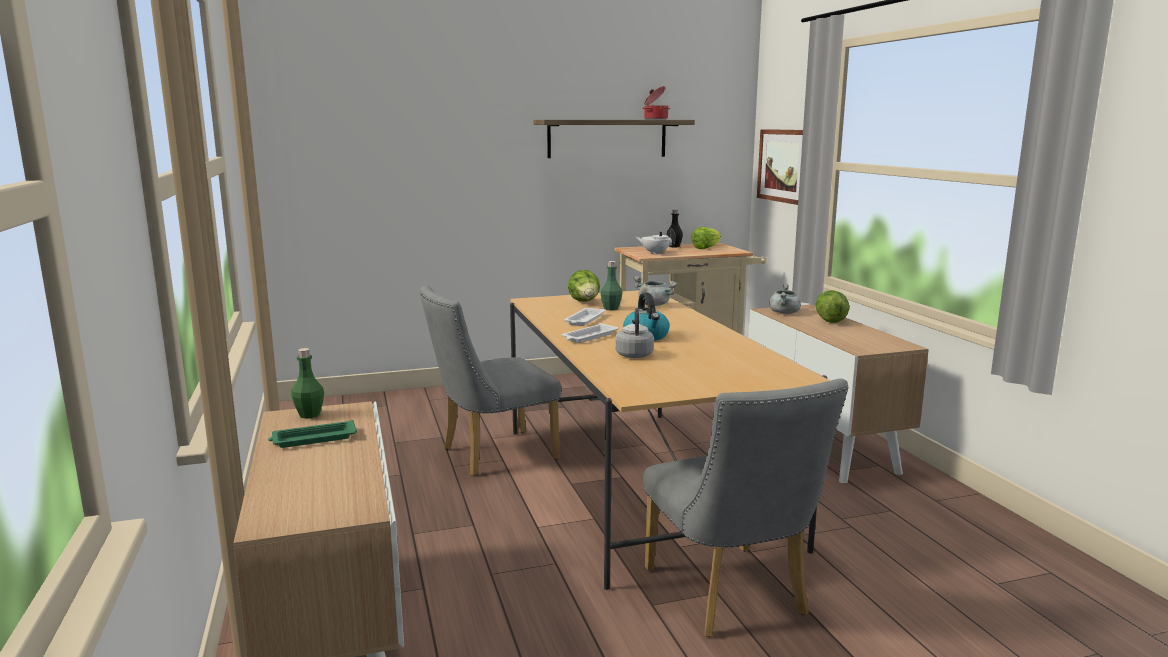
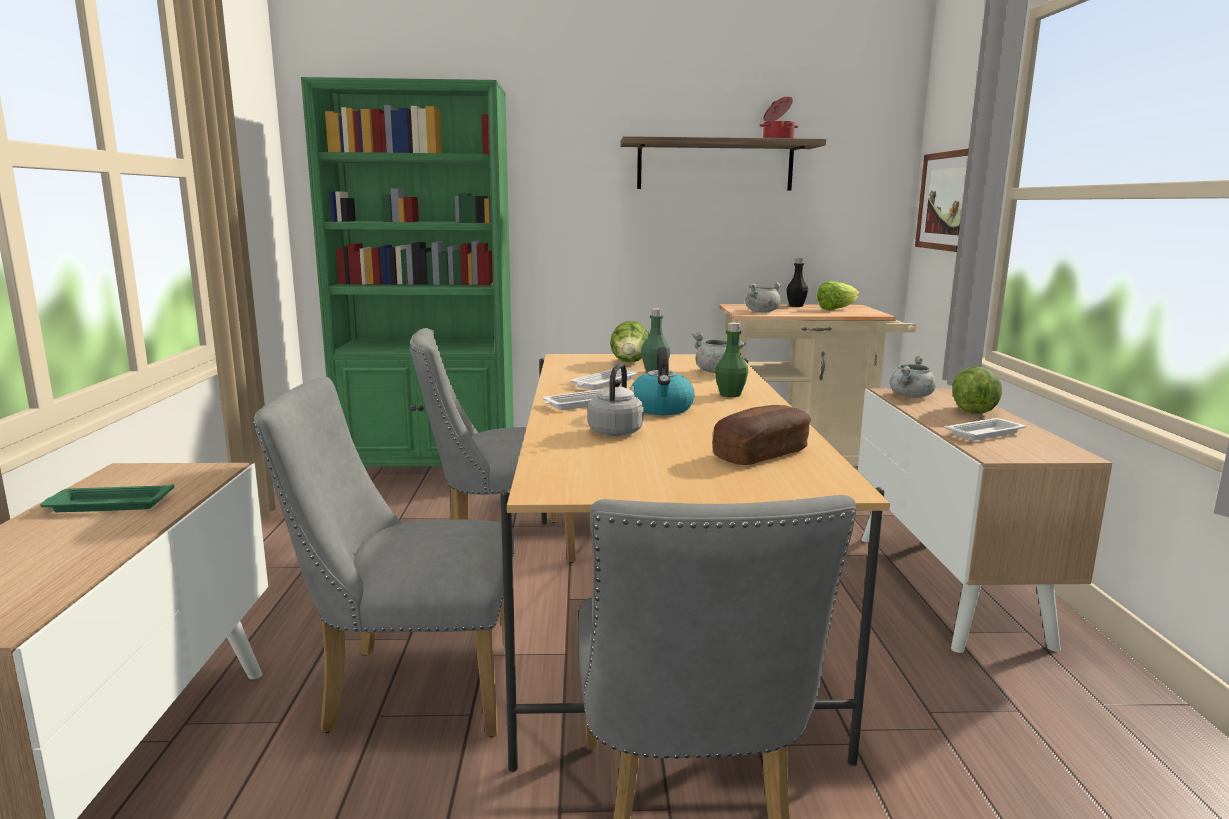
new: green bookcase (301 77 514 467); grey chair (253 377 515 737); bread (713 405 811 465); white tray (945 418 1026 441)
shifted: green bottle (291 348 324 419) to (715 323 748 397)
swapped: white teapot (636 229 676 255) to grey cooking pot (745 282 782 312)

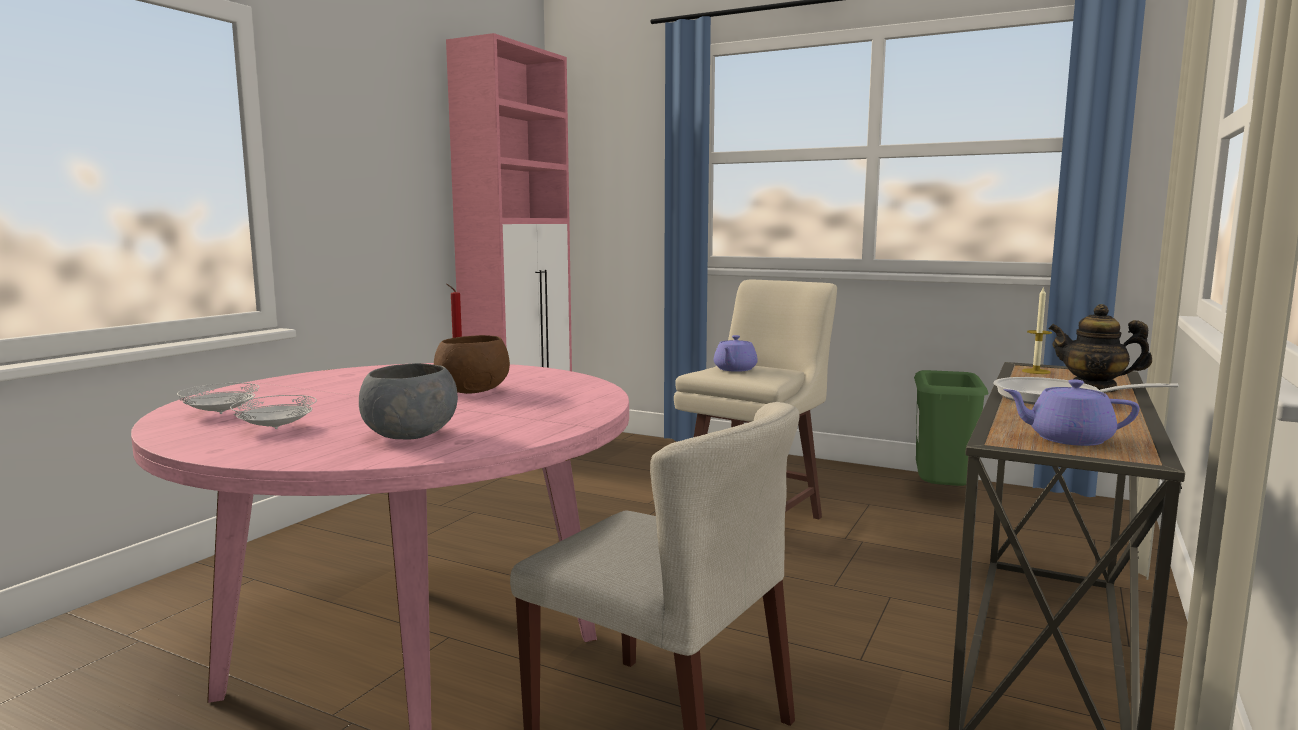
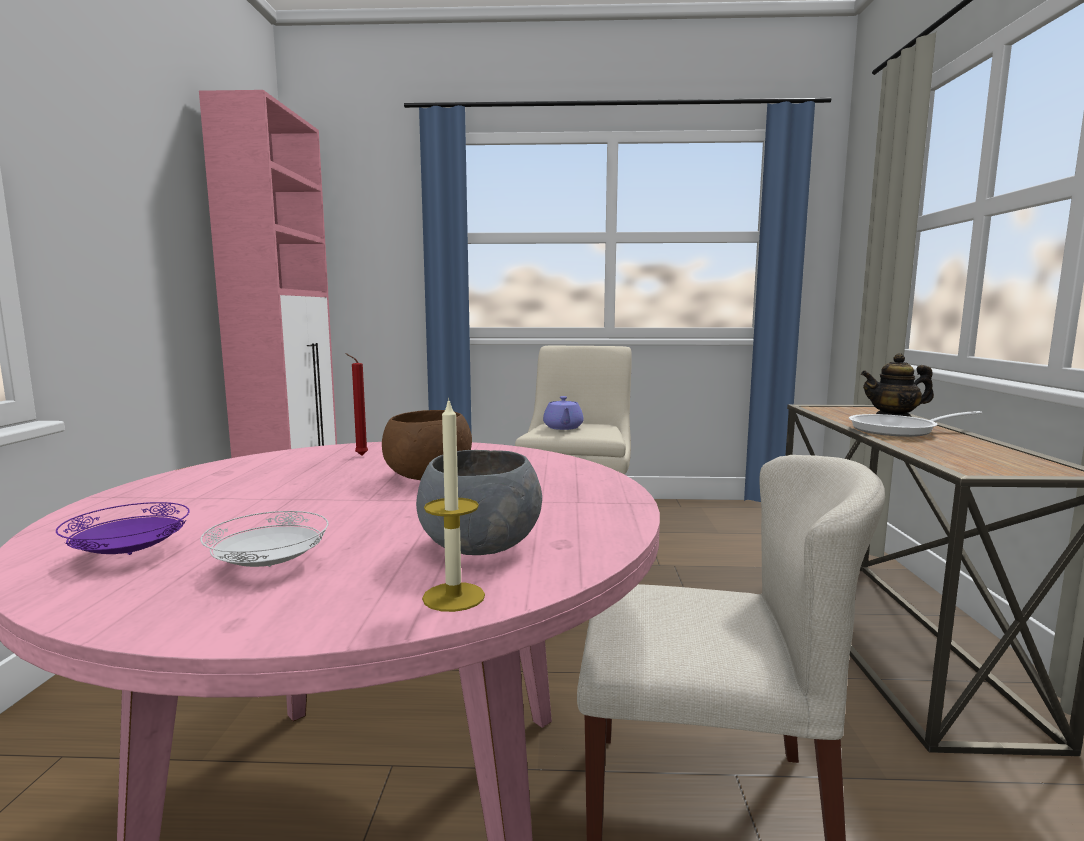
gone: green trash can (914 370 988 486); purple teapot (1003 379 1139 446)
shifted: candle (1022 286 1052 374) to (422 397 485 612)
repainted: white plate (177 383 259 414) to purple plate (56 502 190 555)

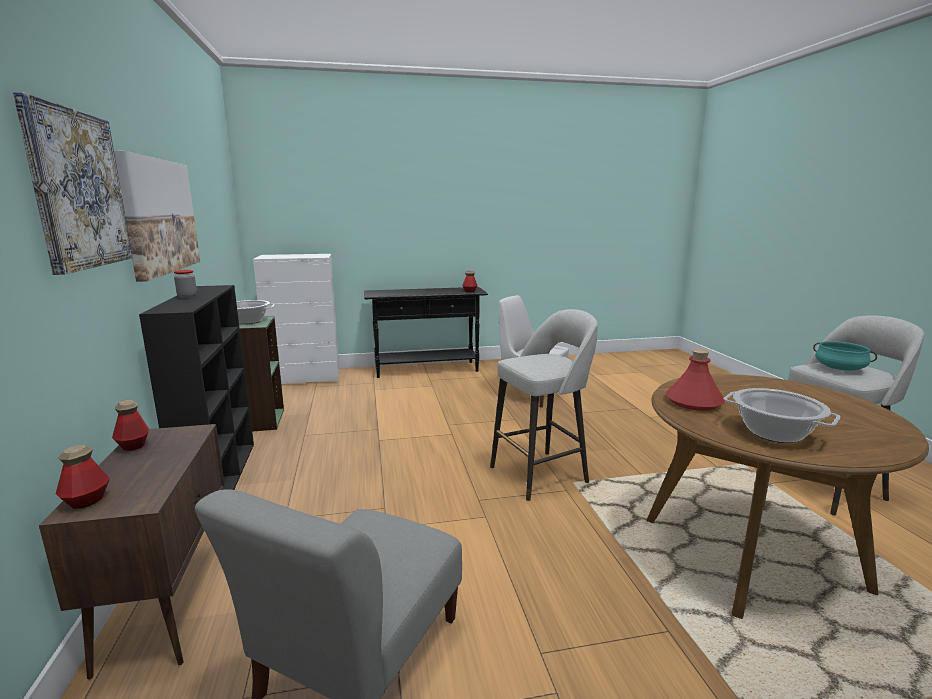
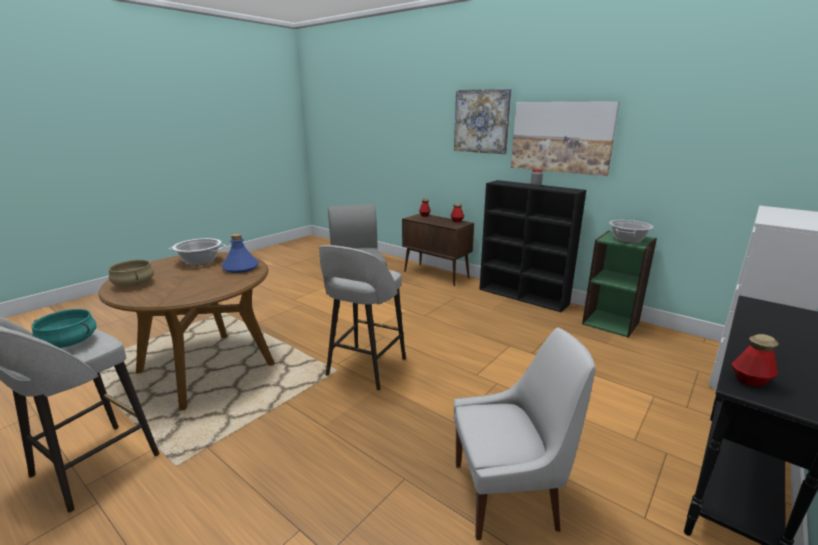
new: beige cooking pot (109 260 154 287)
repainted: red bottle (666 349 725 411) to blue bottle (221 234 259 273)

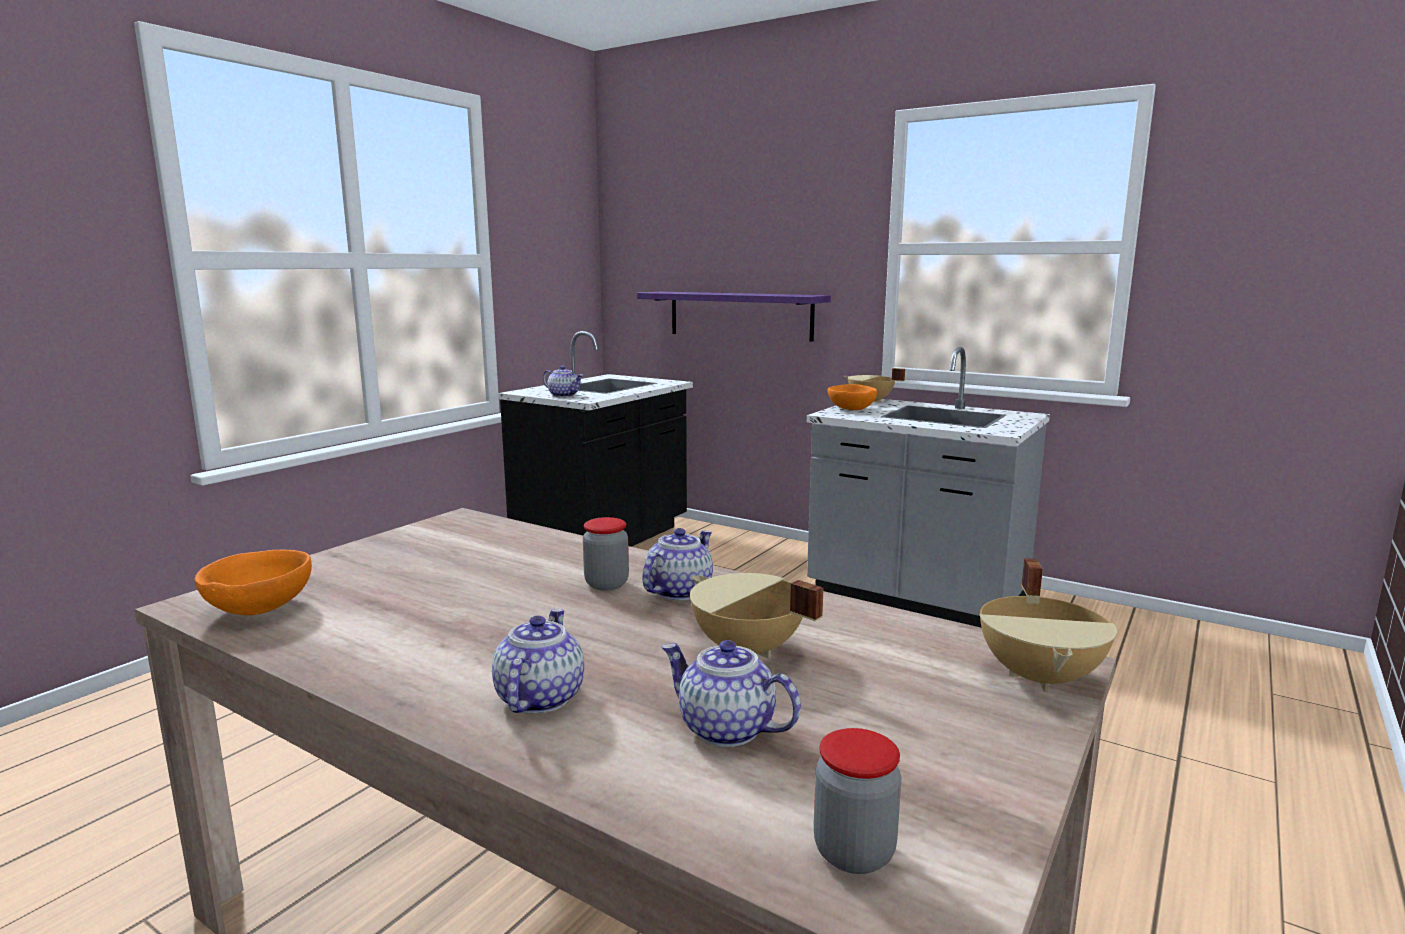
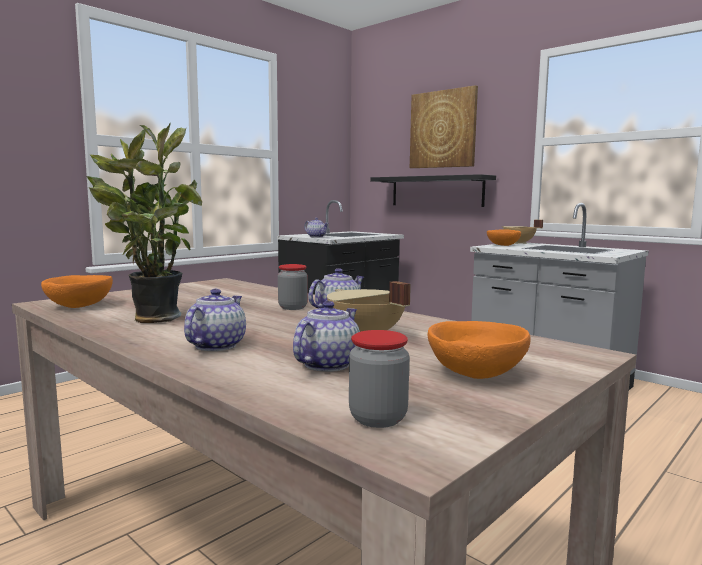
gone: beige cooking pot (979 558 1117 692)
new: picture (410 85 478 168); potted plant (86 122 202 323); orange bowl (428 321 531 379)
repainted: purple shelf (637 292 831 342) to black shelf (370 174 496 207)
rotated: teapot (661 640 801 747) = (293 301 360 372) 75 degrees clockwise

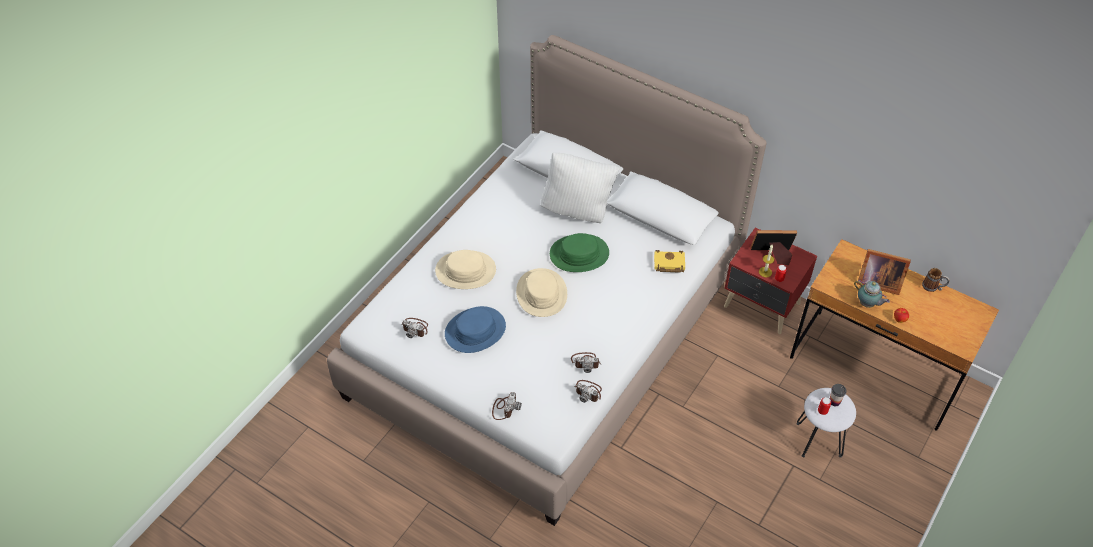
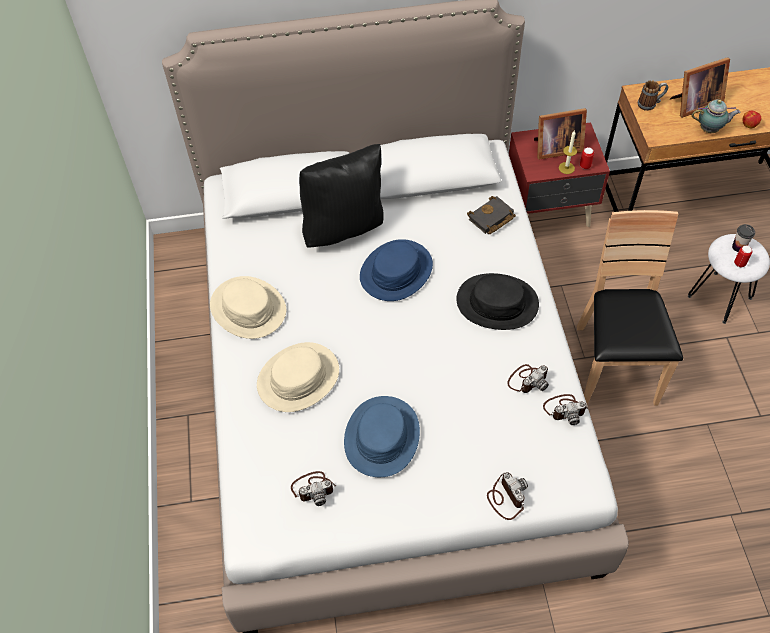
new: brown chair (577 210 683 406); black hat (456 273 539 330)
shifted: beige hat (516 268 567 317) to (210 276 286 339); mug (922 268 950 292) to (638 80 668 111)
repainted: white pillow (540 152 620 223) to black pillow (299 144 383 248); green hat (550 233 609 272) to blue hat (360 239 433 301); yellow book (654 250 685 272) to black book (467 196 516 234)
rotated: picture frame (750 230 797 265) = (534 108 587 160) 150 degrees counterclockwise

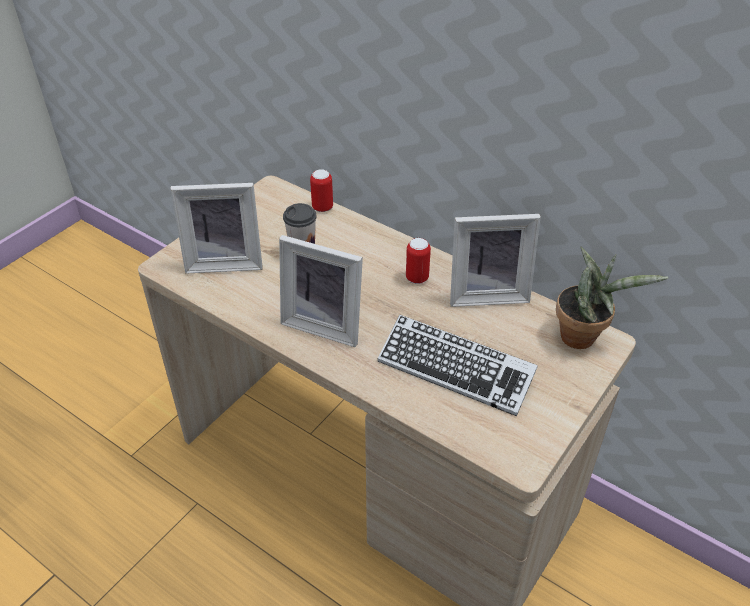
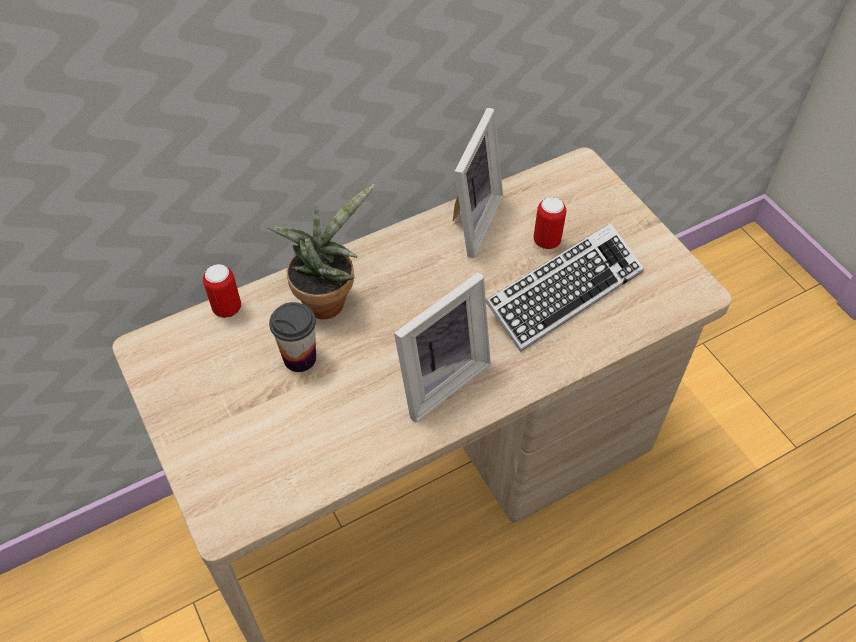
gone: picture frame (170 183 263 274)
shifted: can (406 238 431 284) to (534 197 566 250); potted plant (556 247 669 349) to (267 184 375 319)

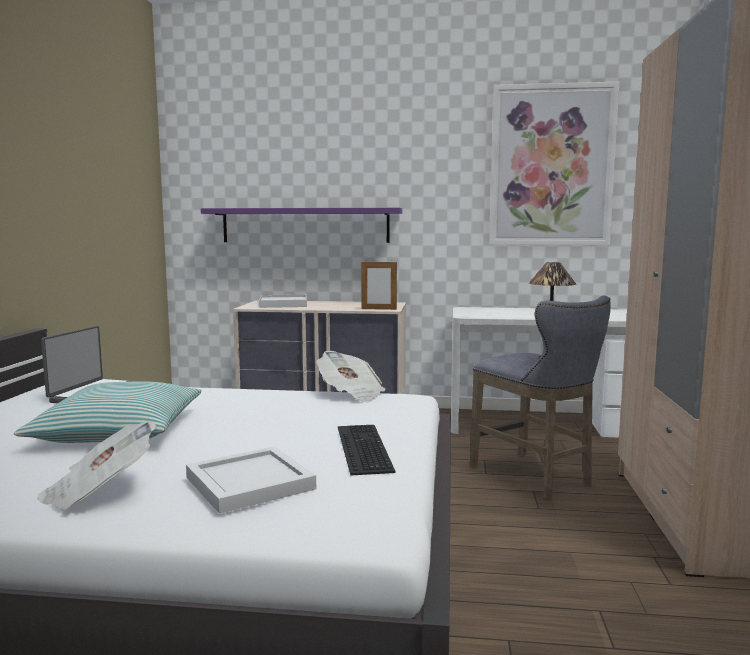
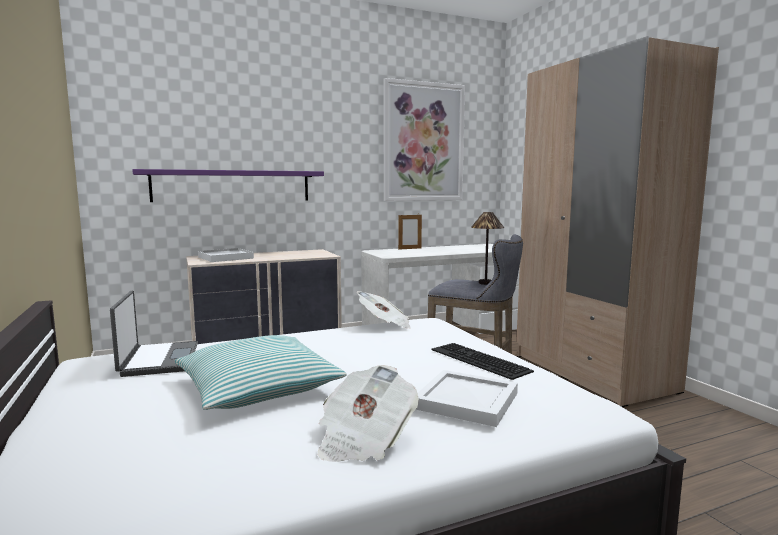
shifted: picture frame (361 260 397 310) to (398 214 422 250)

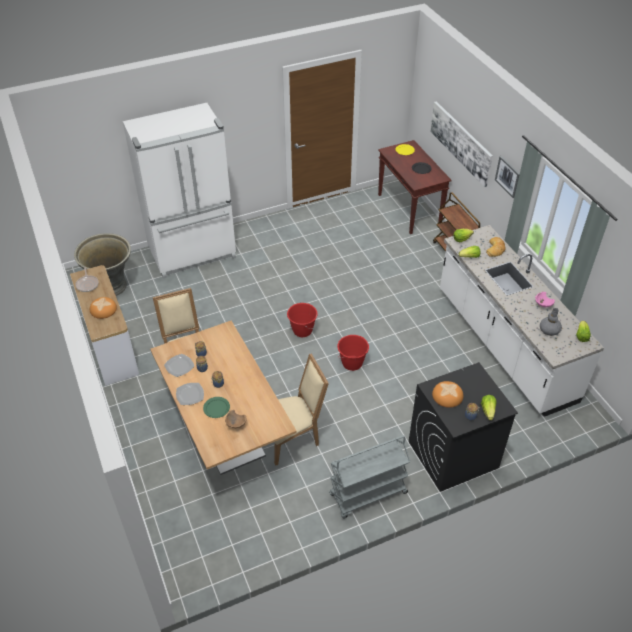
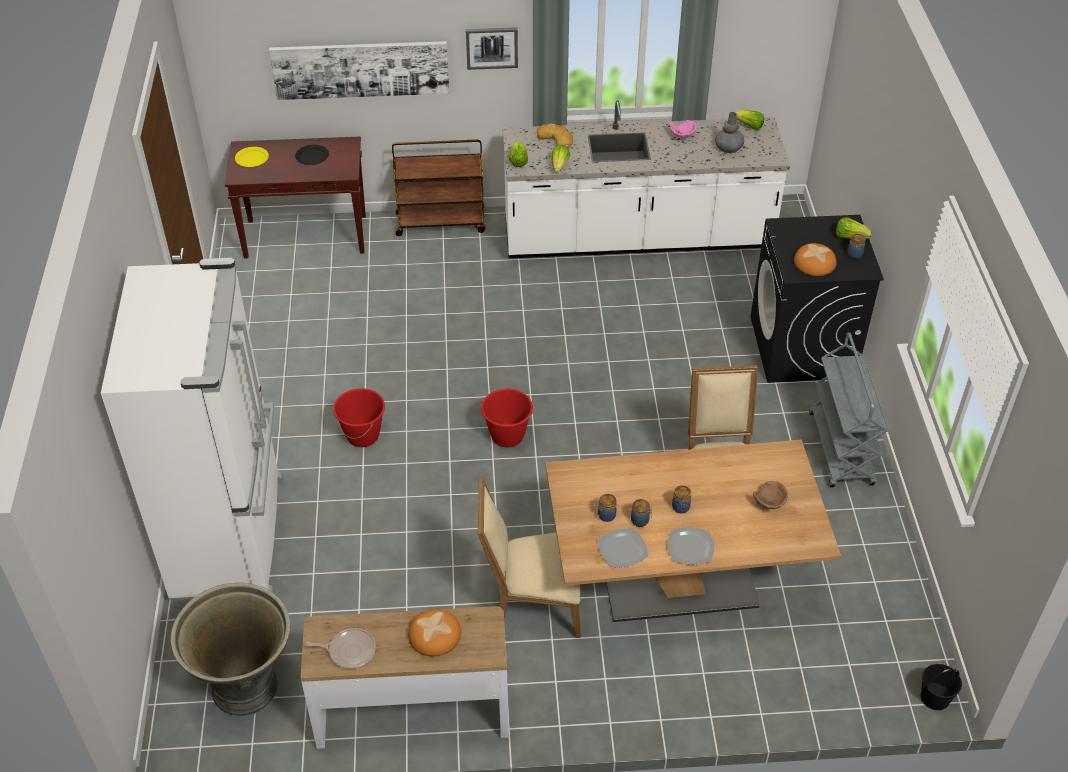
gone: green plate (203 397 230 418)
new: black bucket (921 664 962 710)
shifted: red bucket (337 335 369 371) to (333 388 385 447)

